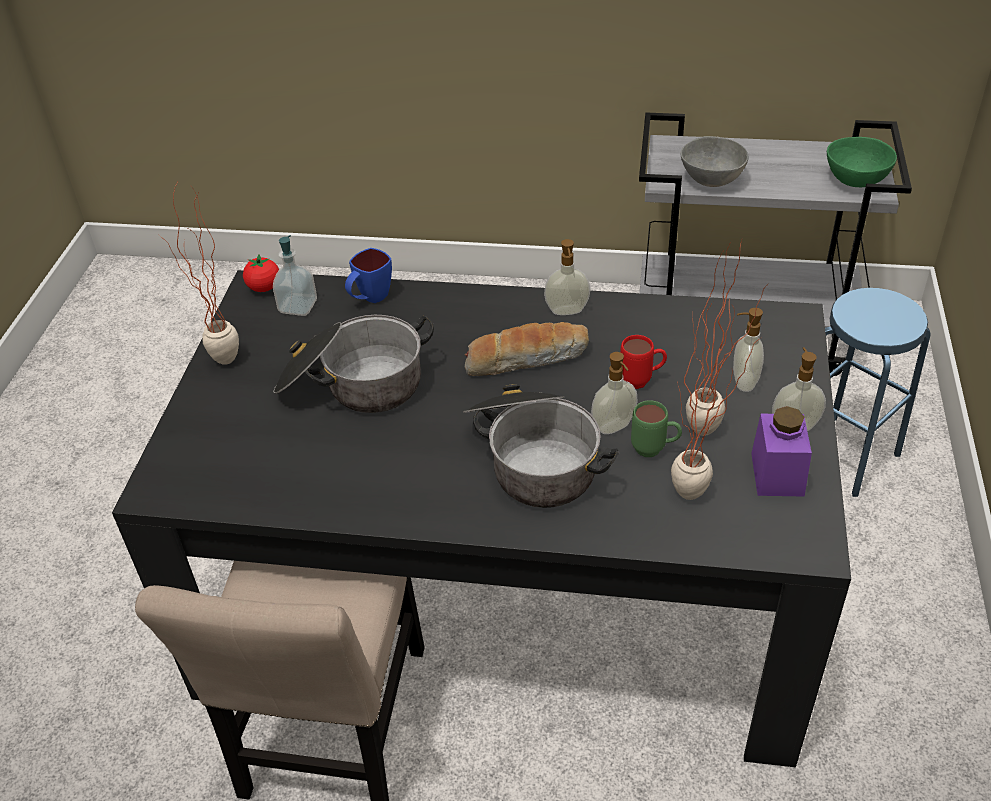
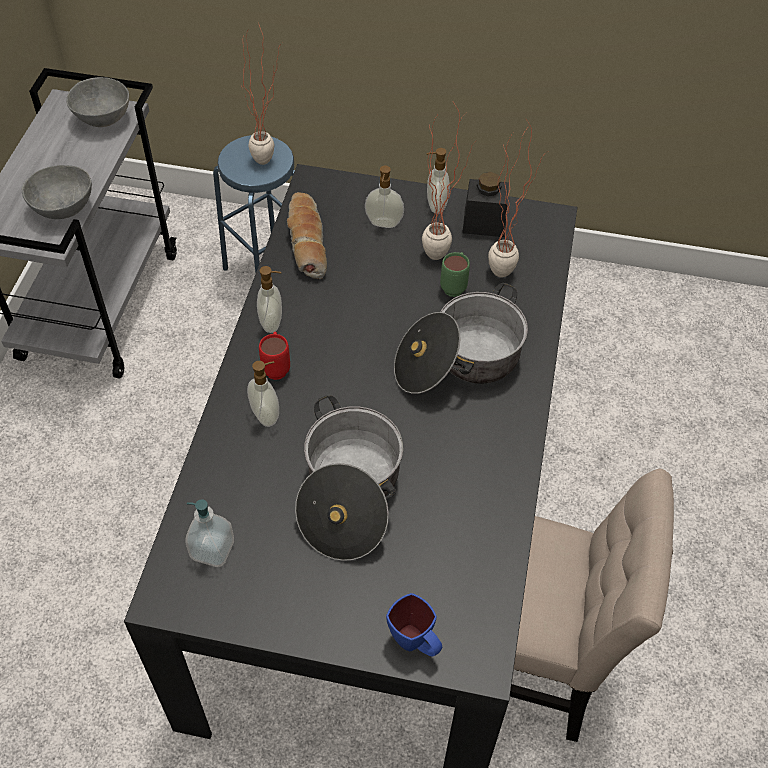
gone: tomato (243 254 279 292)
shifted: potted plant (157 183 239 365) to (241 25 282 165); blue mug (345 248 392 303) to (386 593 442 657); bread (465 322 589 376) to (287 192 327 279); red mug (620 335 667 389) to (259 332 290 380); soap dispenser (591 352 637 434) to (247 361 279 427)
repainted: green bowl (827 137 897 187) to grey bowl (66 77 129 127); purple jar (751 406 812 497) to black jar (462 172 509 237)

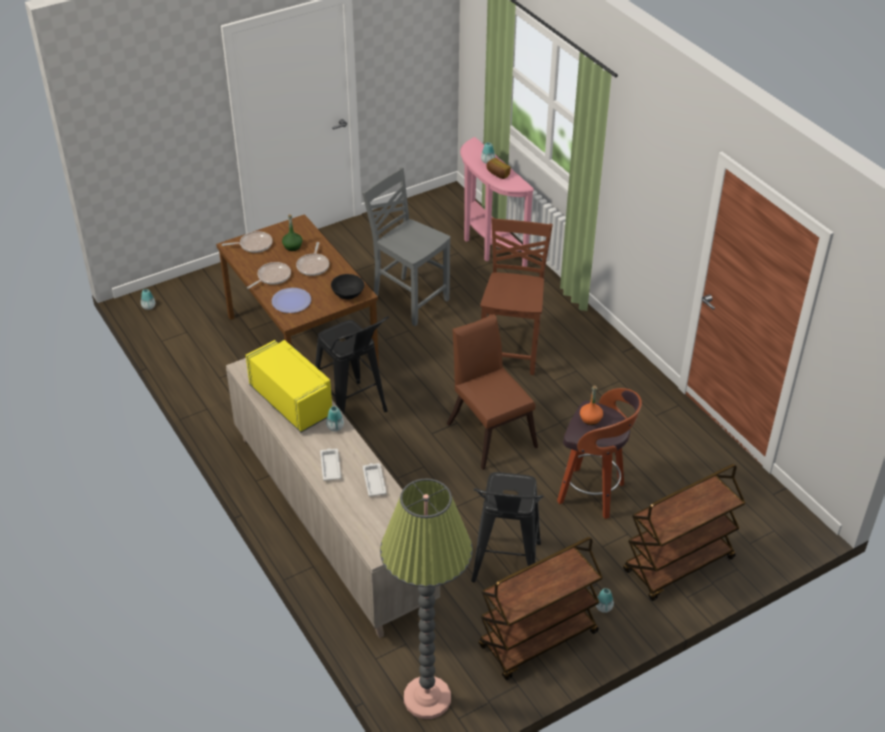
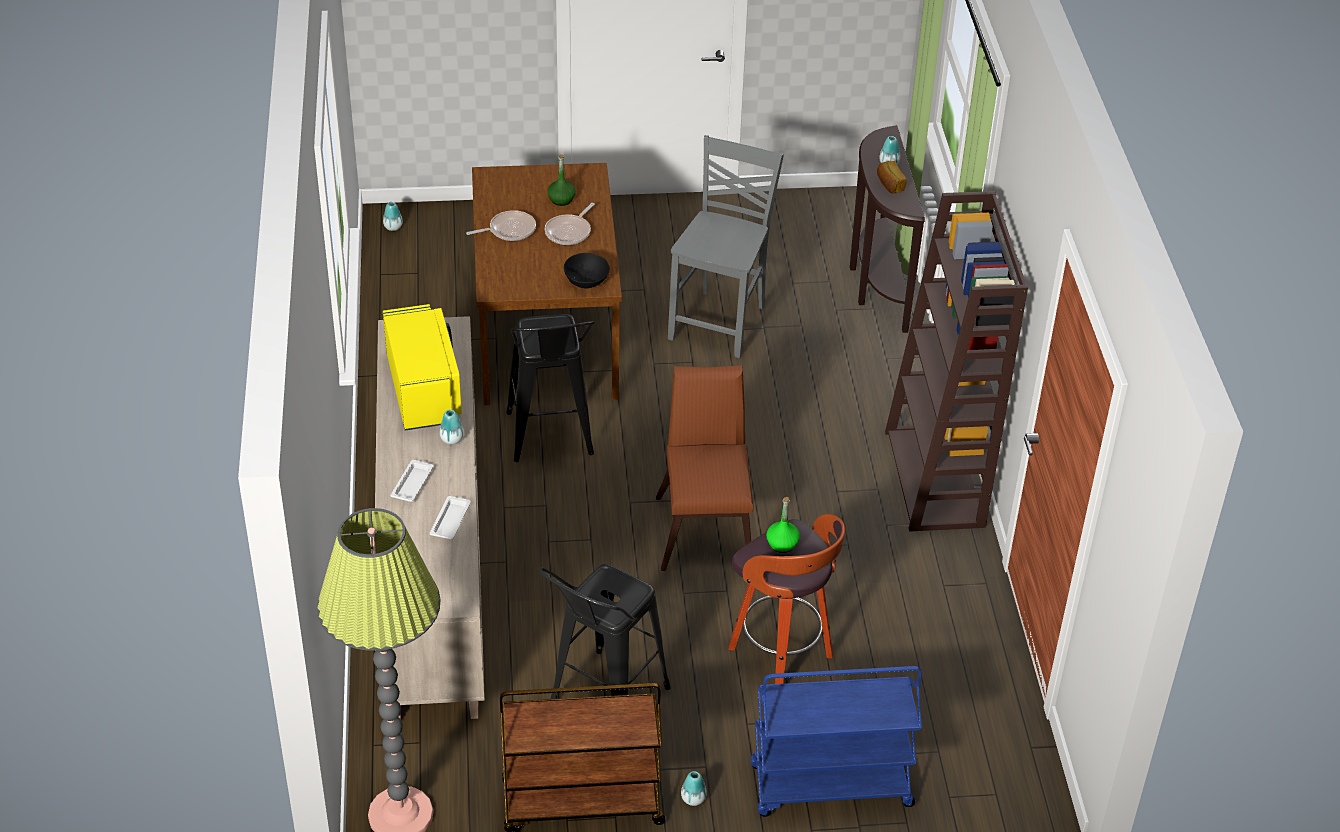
gone: brown chair (480 218 553 375); frying pan (222 231 273 253); plate (272 288 311 313)
new: brown bookcase (885 191 1028 532)
repainted: pink console table (460 137 534 267) to brown console table (850 125 925 333); orange bottle (580 386 603 425) to green bottle (766 497 800 553); brown cart (623 464 745 601) to blue cart (751 666 922 817)
rotated: grey chair (362 167 450 326) = (668 135 784 358) 45 degrees clockwise

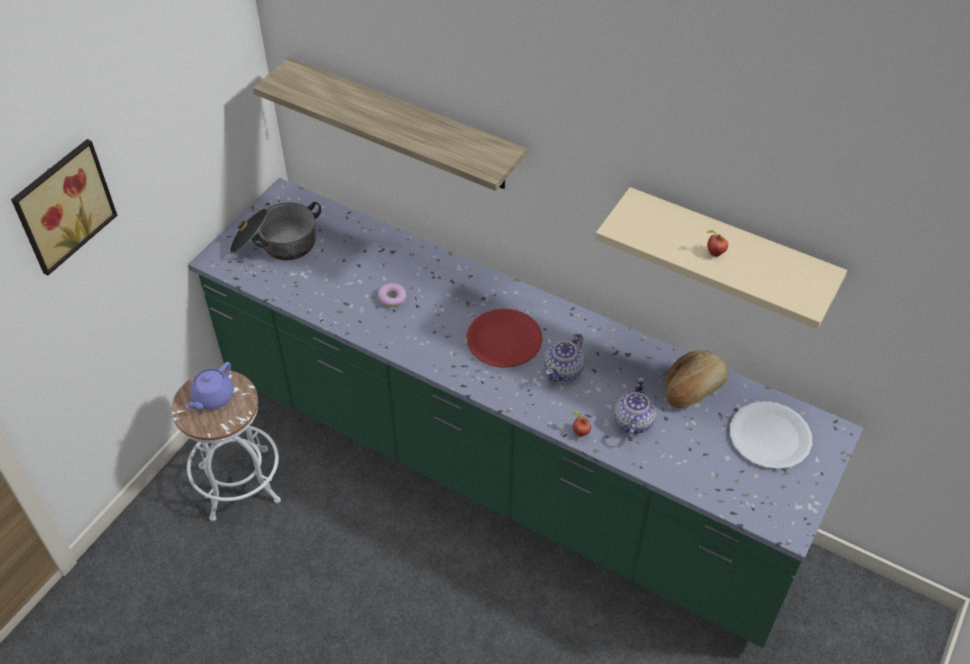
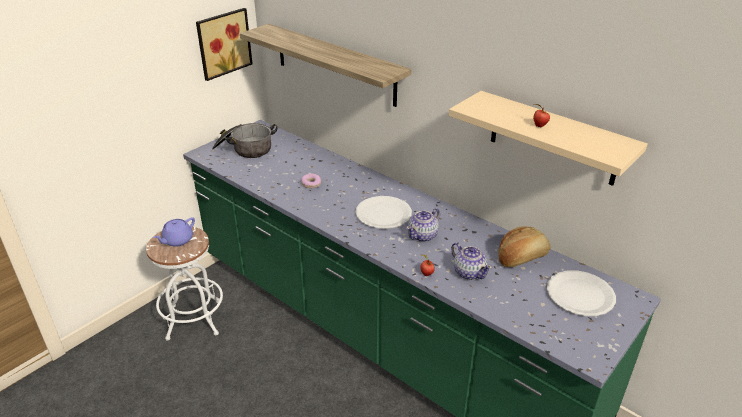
shifted: picture (11 139 117 275) to (196 8 253 81)
repainted: red plate (466 309 543 368) to white plate (355 196 412 229)
rotated: teapot (614 377 656 441) = (451 242 492 280) 120 degrees clockwise

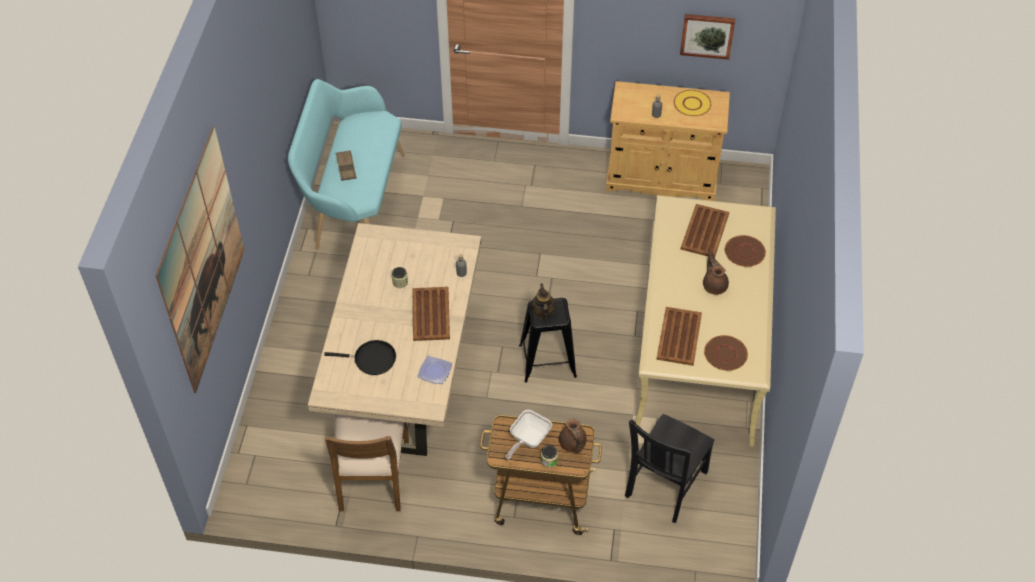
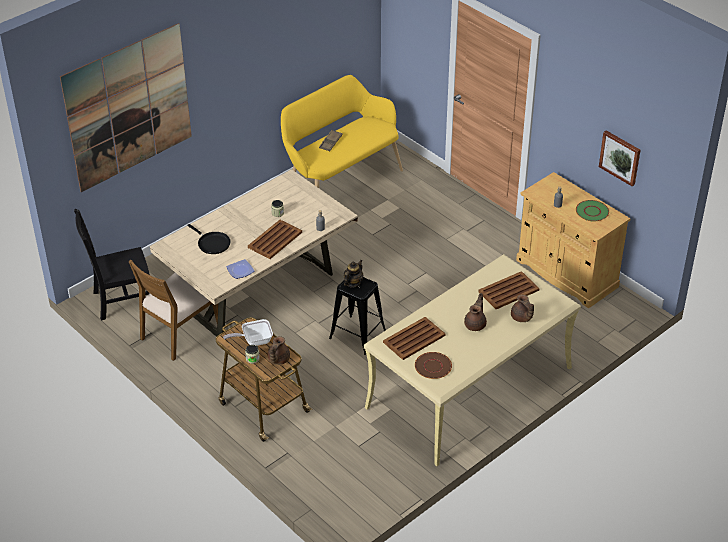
shifted: black chair (625 414 714 523) to (74 209 150 321)
swapped: brown plate (725 235 766 267) to brown teapot (511 295 534 322)
repainted: turquoise bench (288 79 405 250) to yellow bench (281 75 403 188); yellow plate (674 90 711 116) to green plate (576 200 609 222)

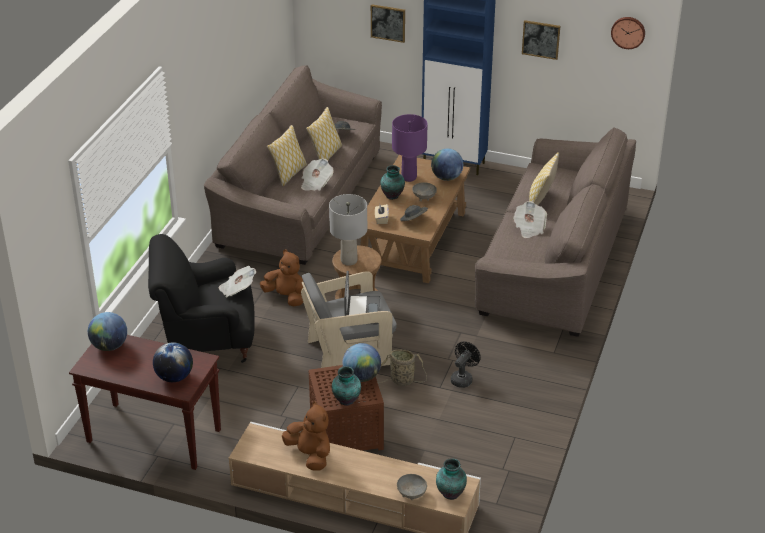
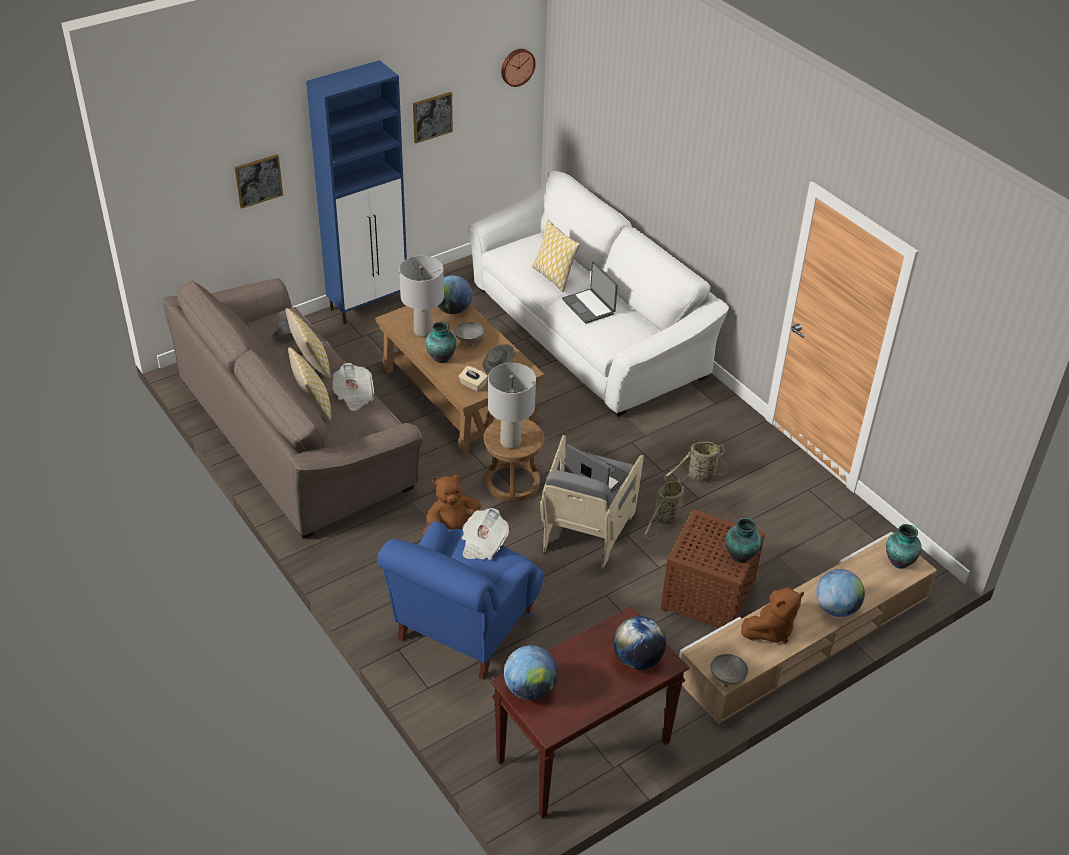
shifted: globe (343 343 381 382) to (816 569 865 617); grey bowl (397 474 427 500) to (711 654 748 687)
swapped: newspaper (513 201 547 238) to laptop (562 261 618 324); black fan (451 342 481 388) to basket (664 441 728 482)
repainted: purple table lamp (392 114 428 182) to grey table lamp (399 256 444 338); brown sofa (475 128 636 337) to white sofa (468 171 729 417); black armchair (148 234 255 363) to blue armchair (377 521 543 680)
rotated: brown plush toy (282 401 330 471) = (741 588 804 644) 150 degrees clockwise

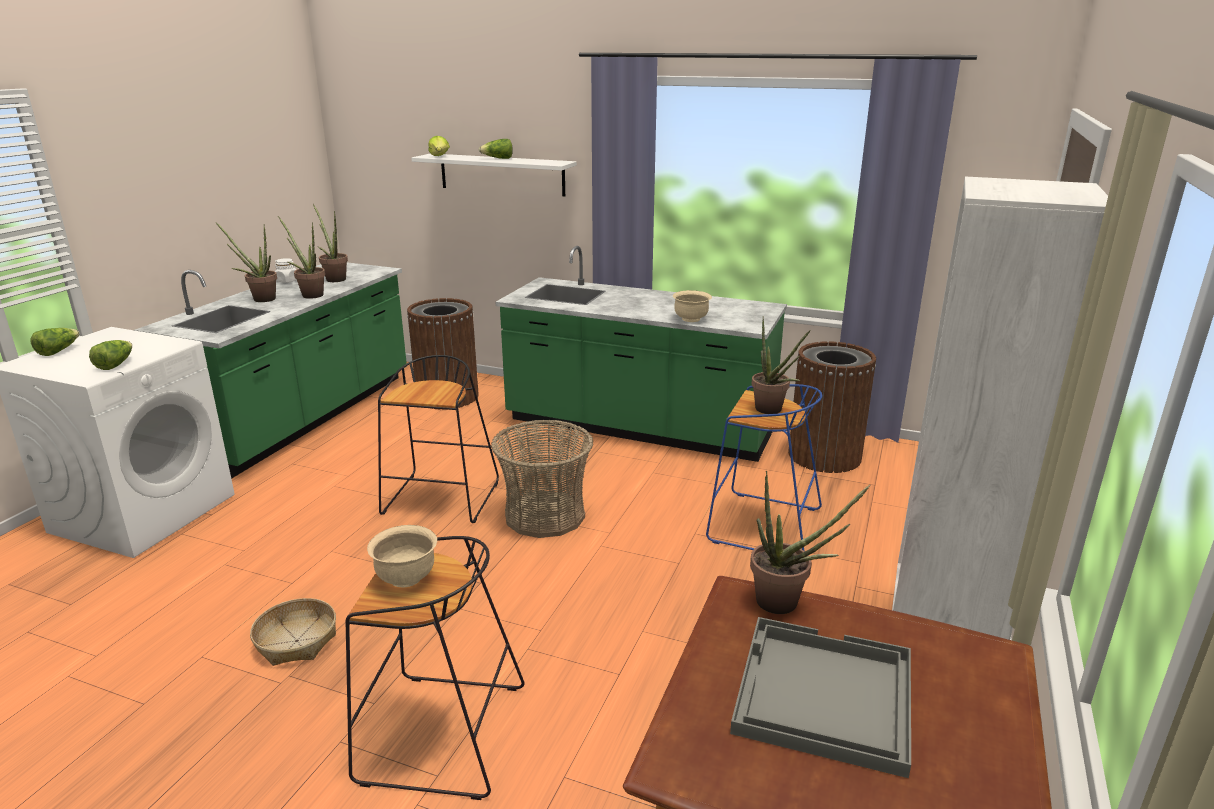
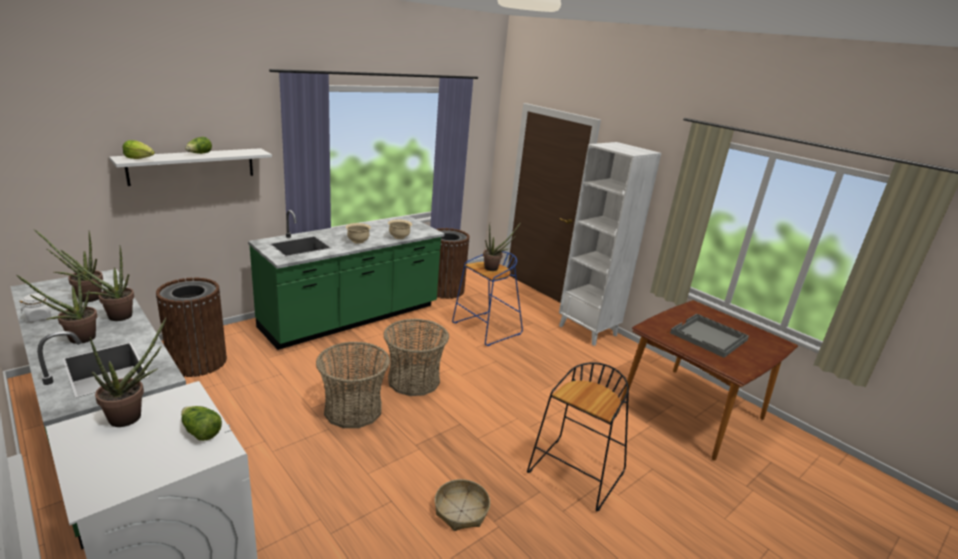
gone: lettuce (30 328 80 356)
shifted: potted plant (750 470 870 614) to (90 317 166 427); beige bowl (367 525 437 587) to (346 223 371 244)
swapped: black stool (378 355 499 523) to basket (316 342 390 428)

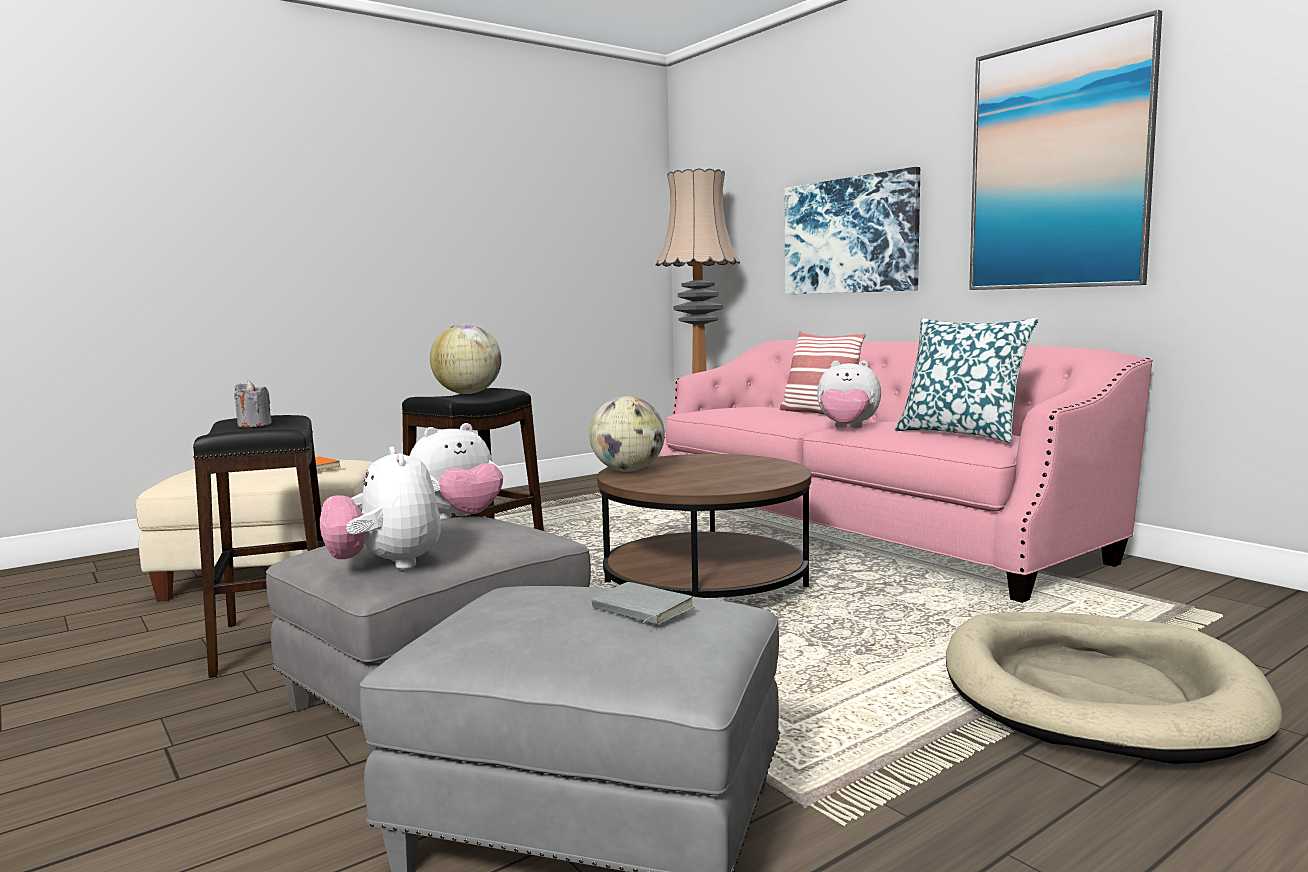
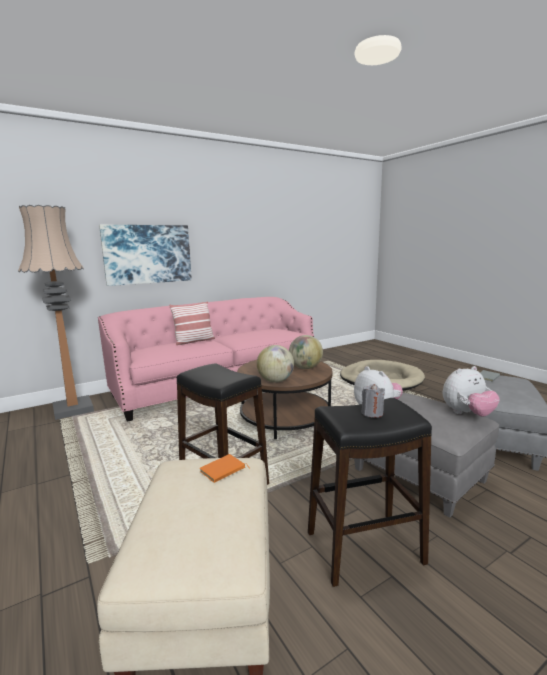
gone: picture (969 9 1162 290); pillow (895 318 1039 443); plush toy (817 361 881 428)
shifted: globe (430 324 502 394) to (289 335 323 369)

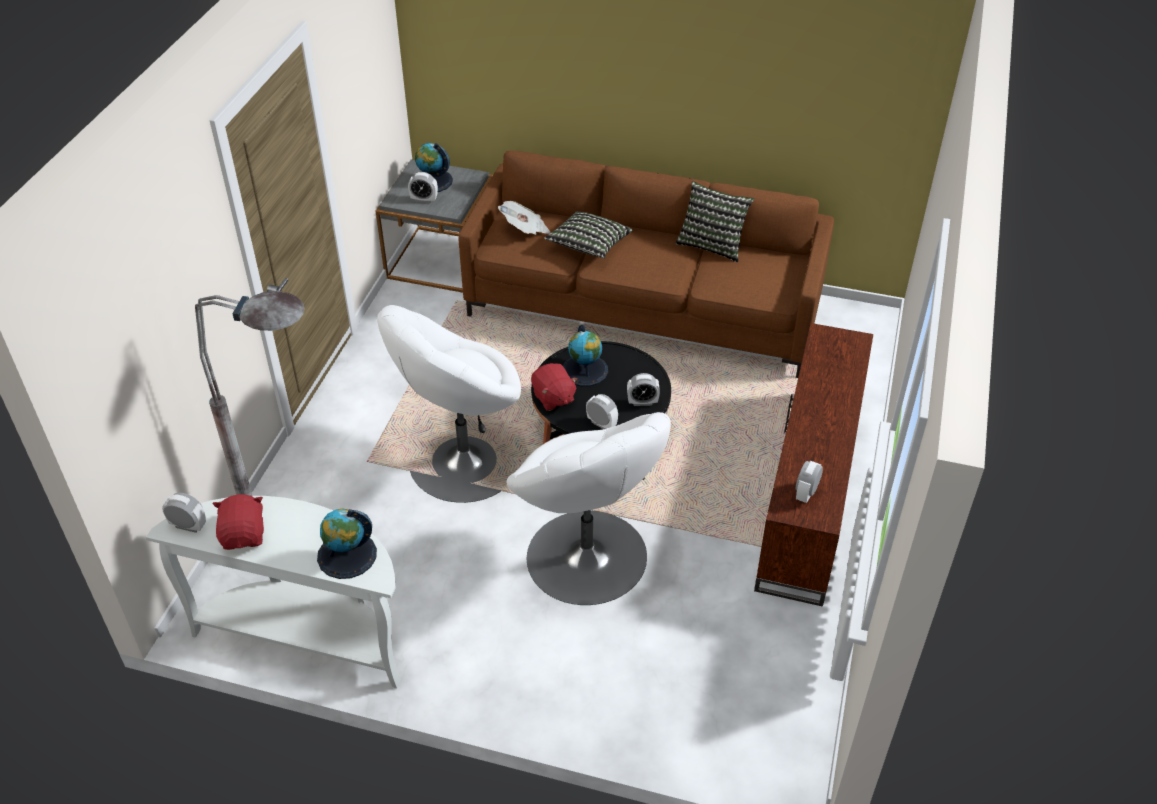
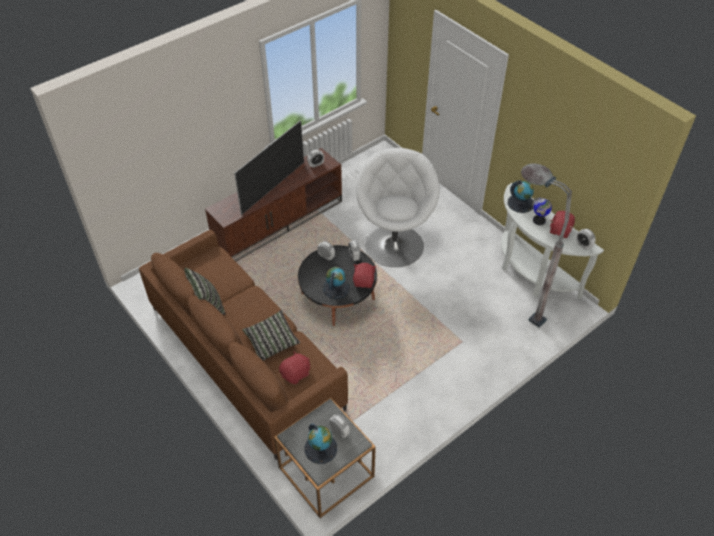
gone: white armchair (377 305 521 503)
new: television (234 120 304 215); globe (532 197 552 225)
swapped: newspaper (498 201 551 235) to red plush toy (279 351 310 384)

